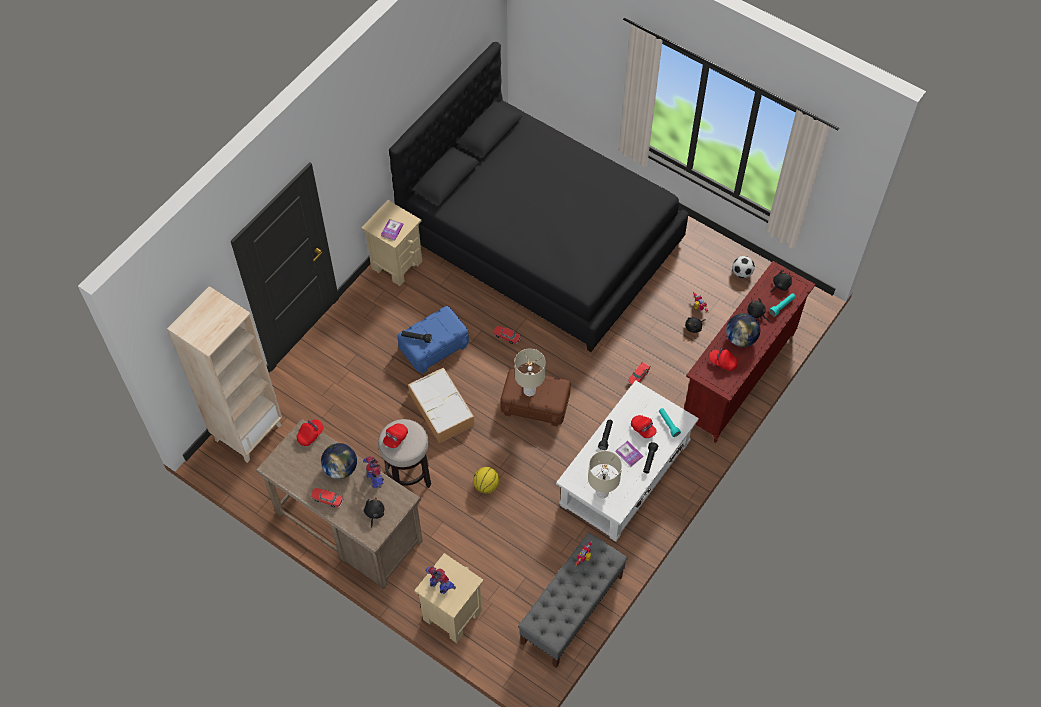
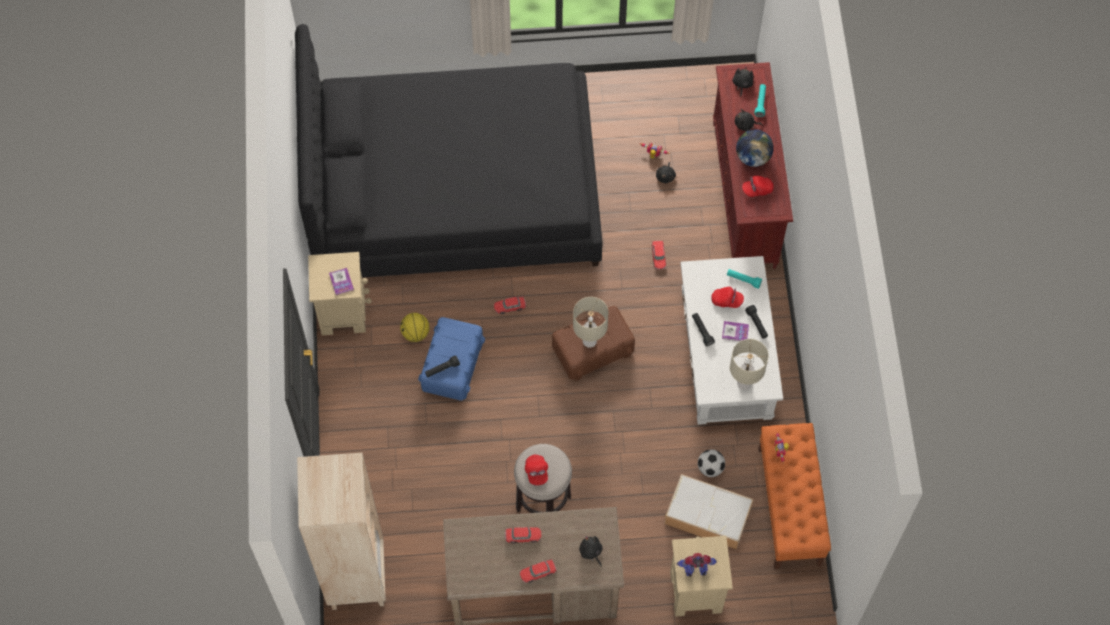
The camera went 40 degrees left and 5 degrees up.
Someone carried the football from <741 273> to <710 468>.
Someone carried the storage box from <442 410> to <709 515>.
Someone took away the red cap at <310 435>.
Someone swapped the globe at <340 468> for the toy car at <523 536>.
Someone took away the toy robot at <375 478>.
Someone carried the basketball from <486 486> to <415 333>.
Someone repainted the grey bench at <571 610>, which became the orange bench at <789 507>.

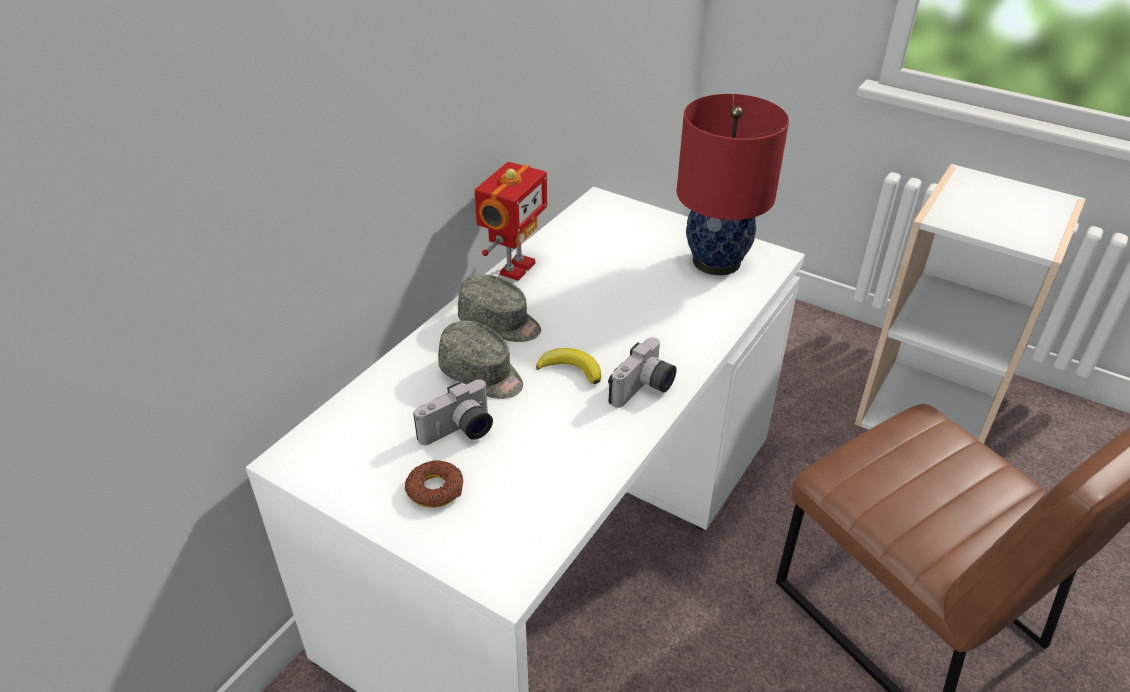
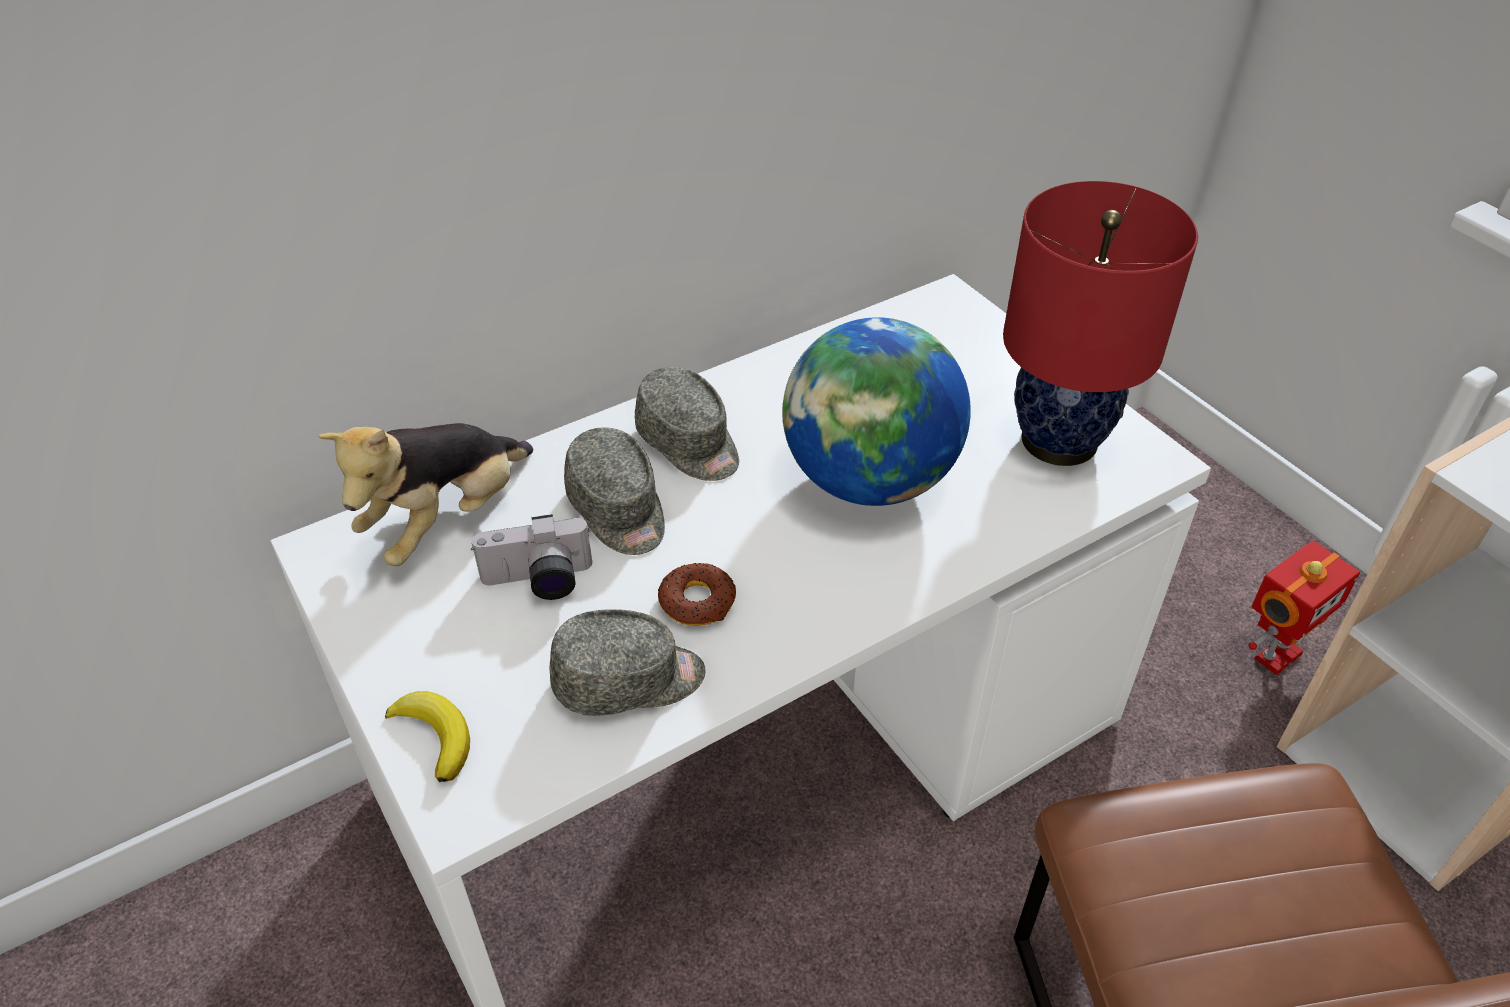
The camera went 25 degrees right and 5 degrees up.
Someone carried the toy robot from <515 268> to <1274 654>.
Someone took away the photo camera at <644 390>.
Someone carried the banana from <571 369> to <435 736>.
Someone carried the donut from <435 489> to <697 601>.
Someone put down the globe at <869 481>.
Someone put down the plush toy at <447 520>.
Someone put down the grey cap at <629 680>.

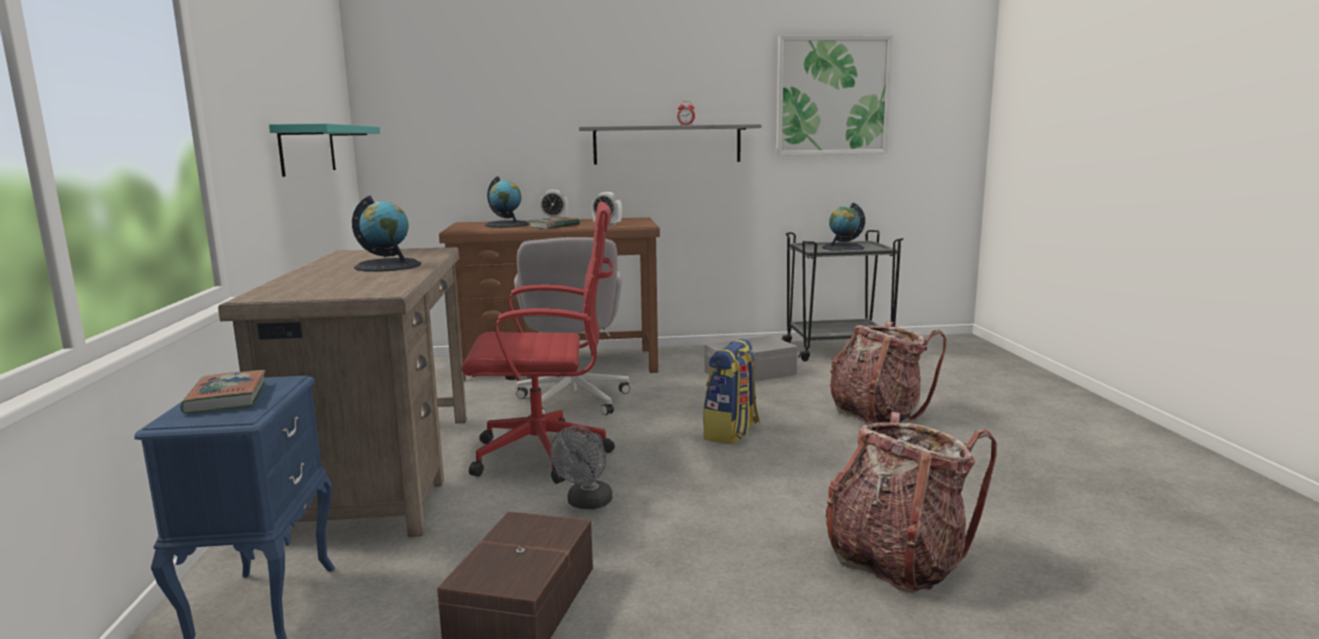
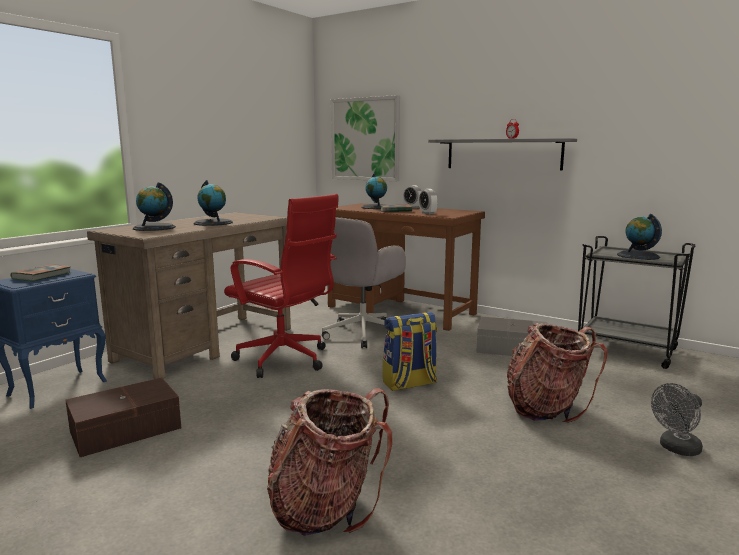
The camera went 40 degrees right and 0 degrees up.
Someone carried the picture from <833 96> to <365 139>.
Someone took away the turquoise shelf at <308 149>.
Someone carried the grey fan from <586 504> to <676 449>.
Someone put down the globe at <154 227>.

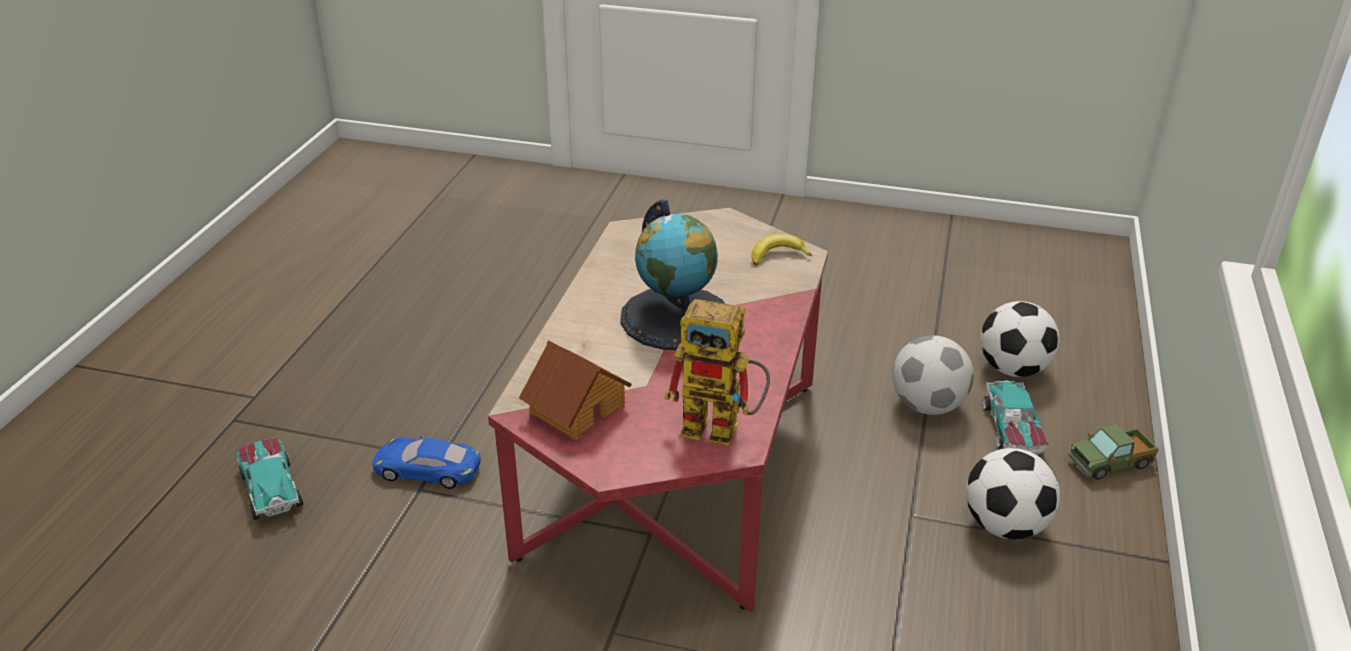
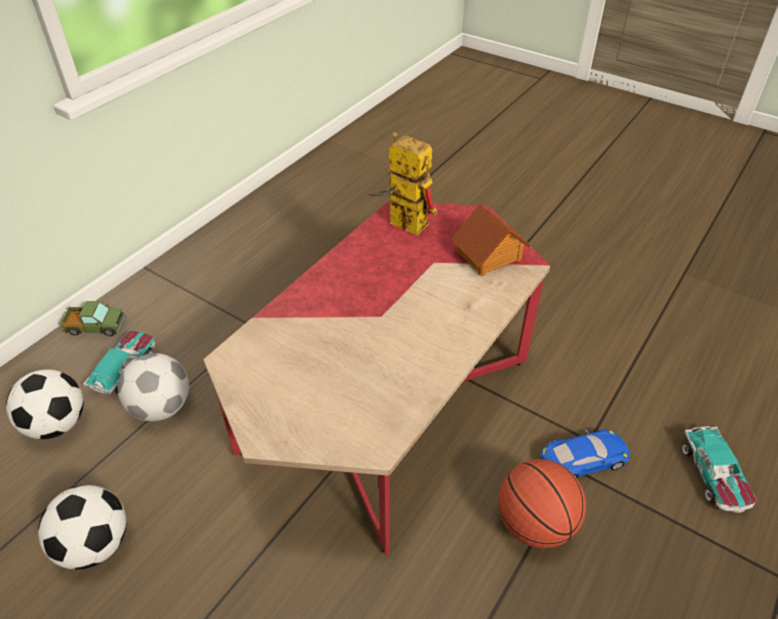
The camera went 160 degrees left and 10 degrees up.
Someone took away the globe at <676 317>.
Someone took away the banana at <778 255>.
Someone rotated the blue toy car at <427 469> by 45 degrees counterclockwise.
Someone carried the football from <1005 526> to <95 545>.
Someone put down the basketball at <535 524>.

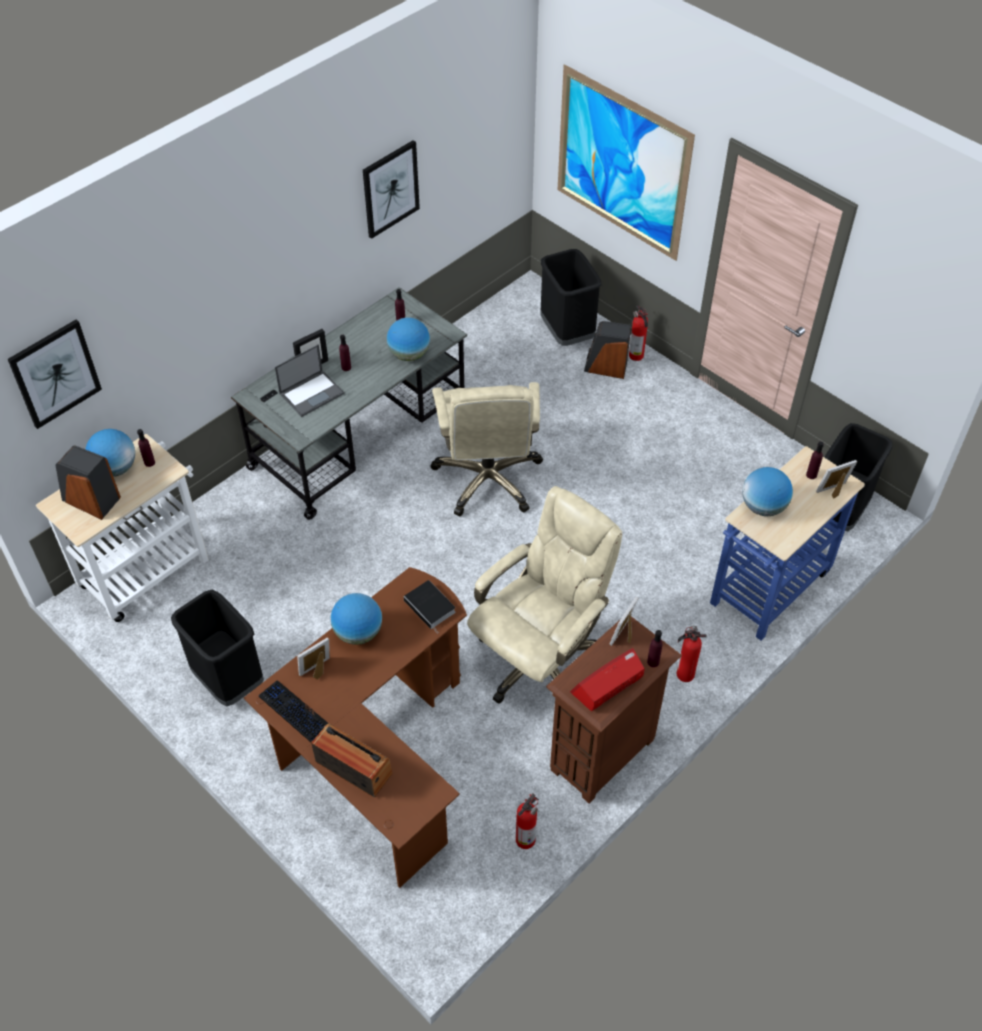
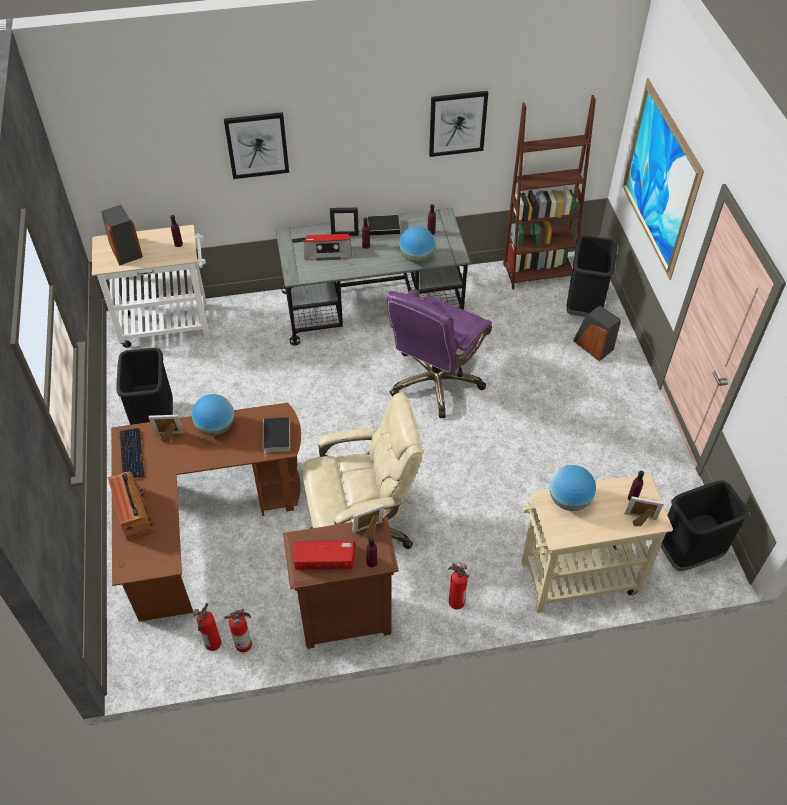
The camera went 35 degrees right and 0 degrees up.
Someone carried the fire extinguisher from <636 356> to <212 644>.
Someone carried the picture from <55 373> to <257 145>.
Someone swapped the laptop at <312 393> for the radio at <328 252>.
Someone repainted the beige office chair at <488 477>, which became the purple office chair at <436 380>.
Someone took away the globe at <115 468>.
Someone repainted the blue cart at <768 589>, which became the beige cart at <577 579>.
Someone put down the brown bookcase at <538 272>.
Someone put down the book at <385 227>.

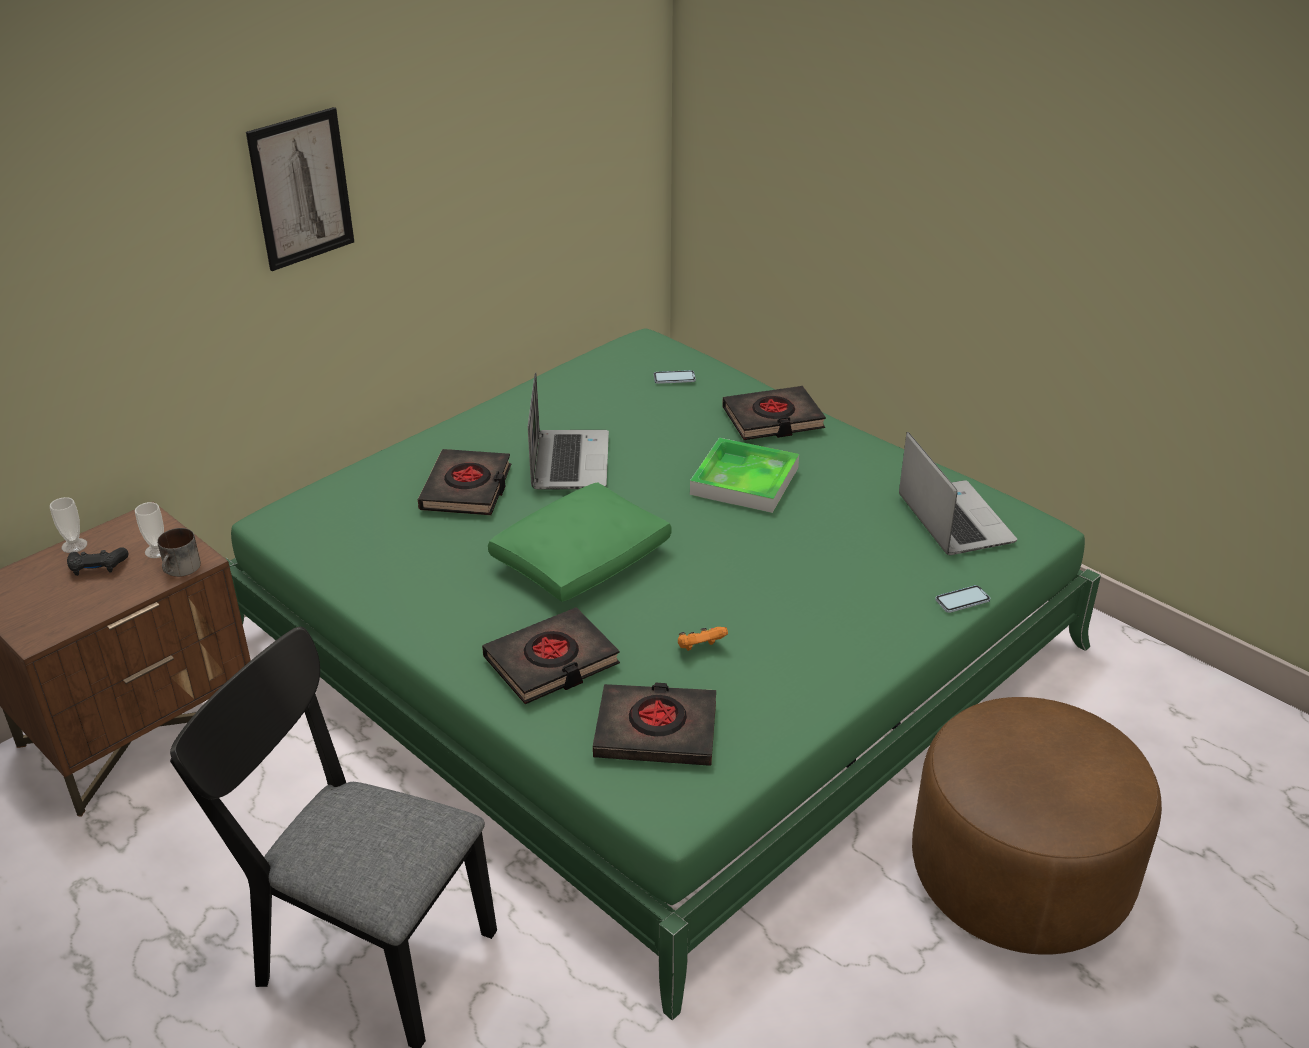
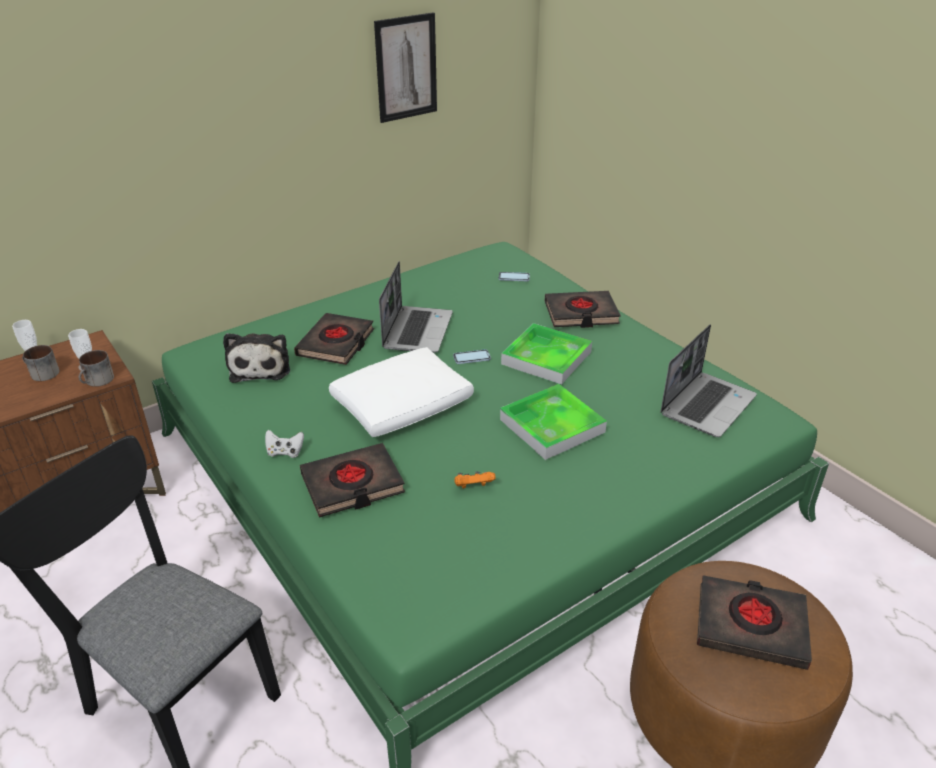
The camera went 10 degrees right and 0 degrees up.
Someone carried the picture from <301 189> to <406 68>.
Someone rotated the laptop at <952 520> by 45 degrees clockwise.
Someone repainted the green pillow at <582 559>, which became the white pillow at <403 405>.
Someone swapped the black game controller at <97 567> for the mug at <41 373>.
Someone carried the phone from <962 600> to <471 358>.
Someone carried the black book from <656 731> to <750 626>.
Someone put down the plush toy at <261 367>.
Someone put down the tray at <552 426>.
Someone put down the white game controller at <285 452>.

